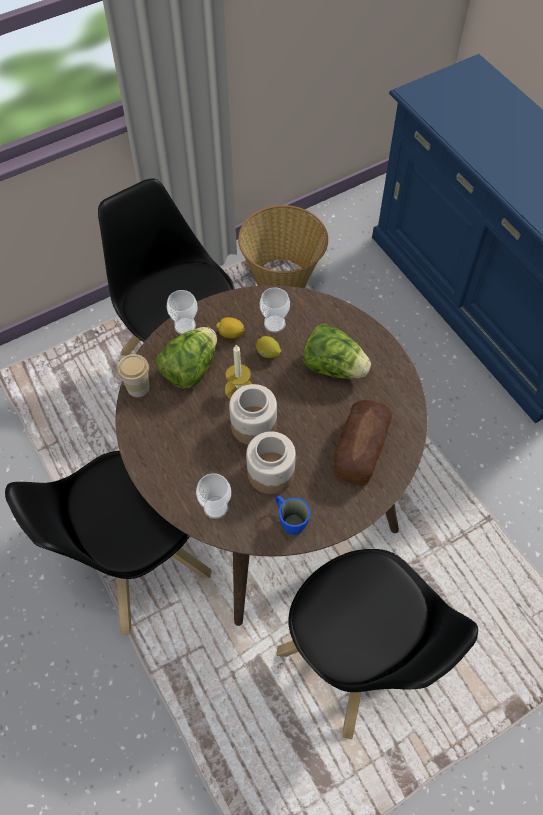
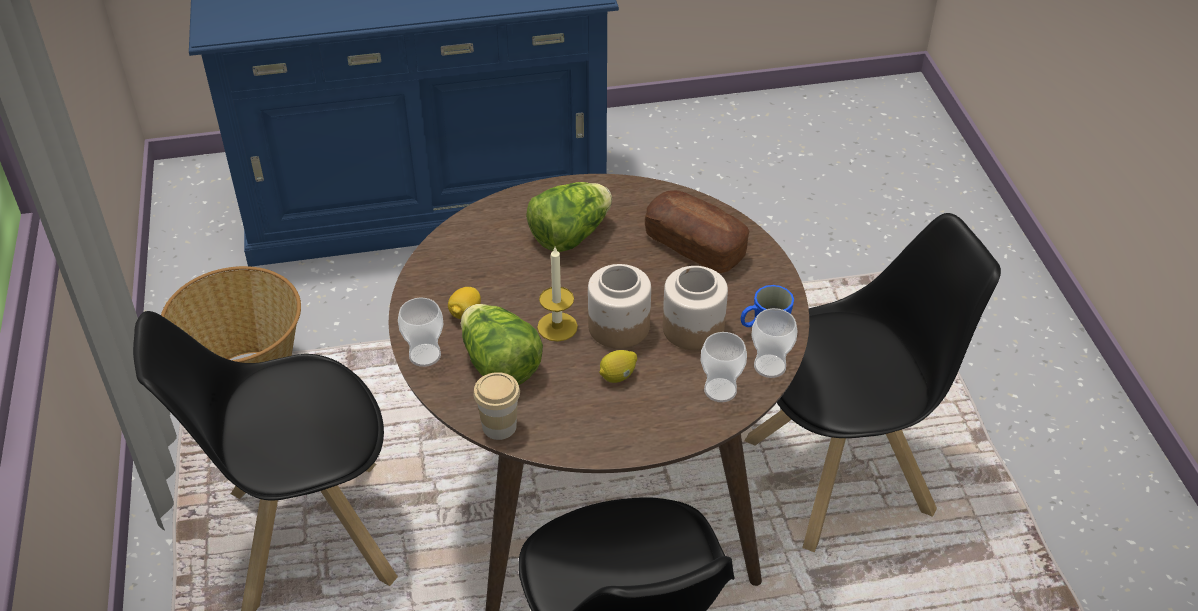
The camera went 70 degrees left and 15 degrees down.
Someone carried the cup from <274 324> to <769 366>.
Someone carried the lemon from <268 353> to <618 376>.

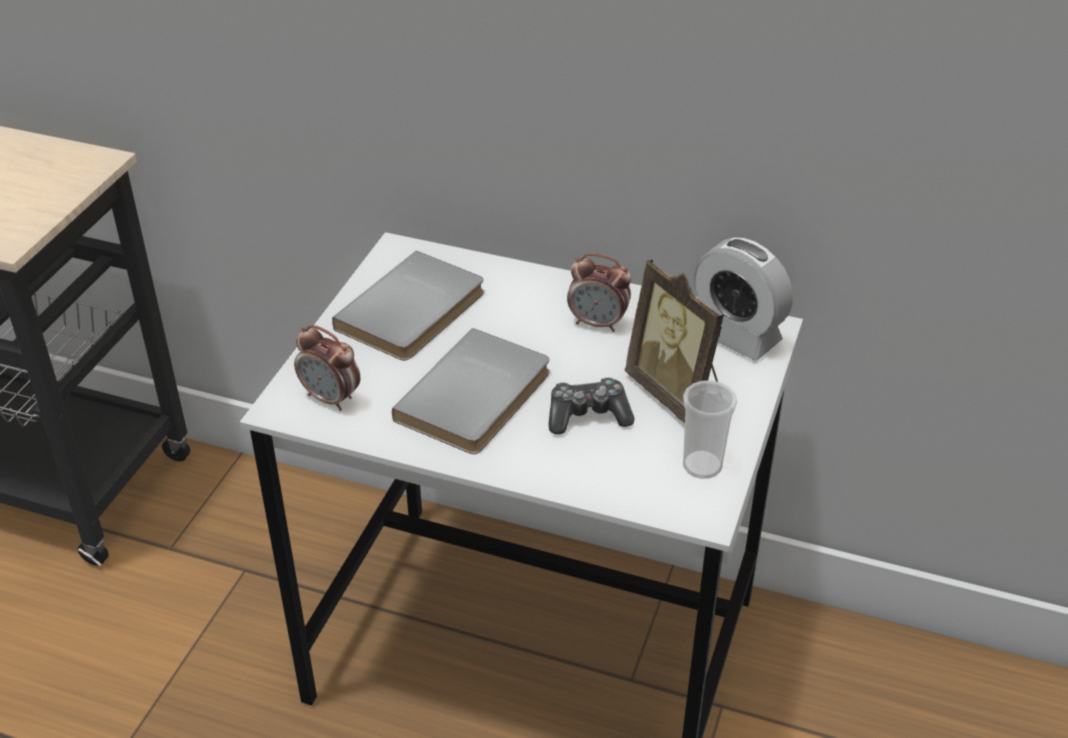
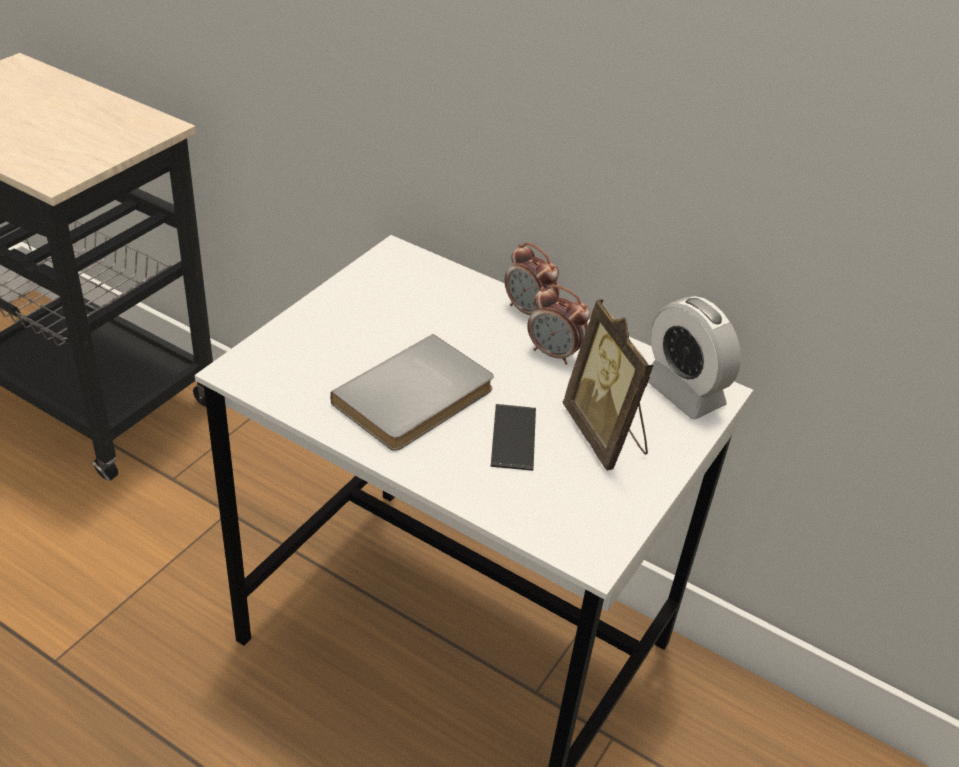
The camera went 10 degrees right and 0 degrees up.
Someone took away the grey book at <415 312>.
Someone carried the alarm clock from <331 399> to <528 311>.
Someone swapped the game controller at <588 415> for the phone at <513 437>.
Someone took away the cup at <702 465>.

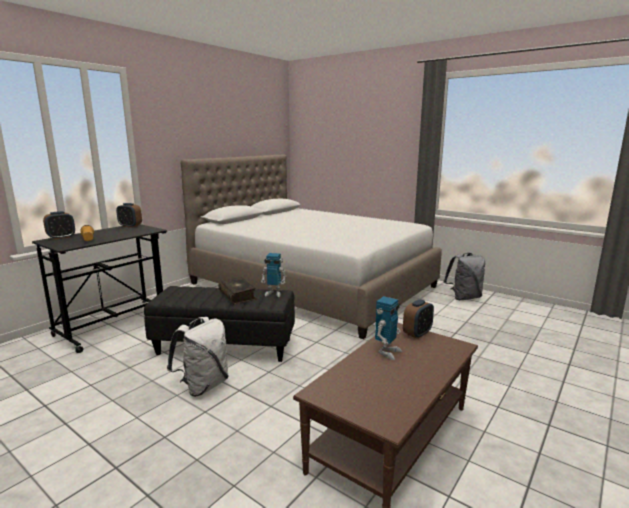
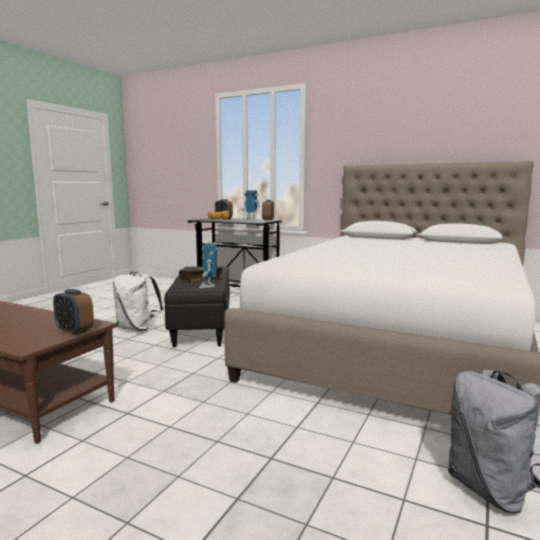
The camera went 80 degrees right and 5 degrees down.
Someone carried the toy robot from <387 352> to <251 219>.

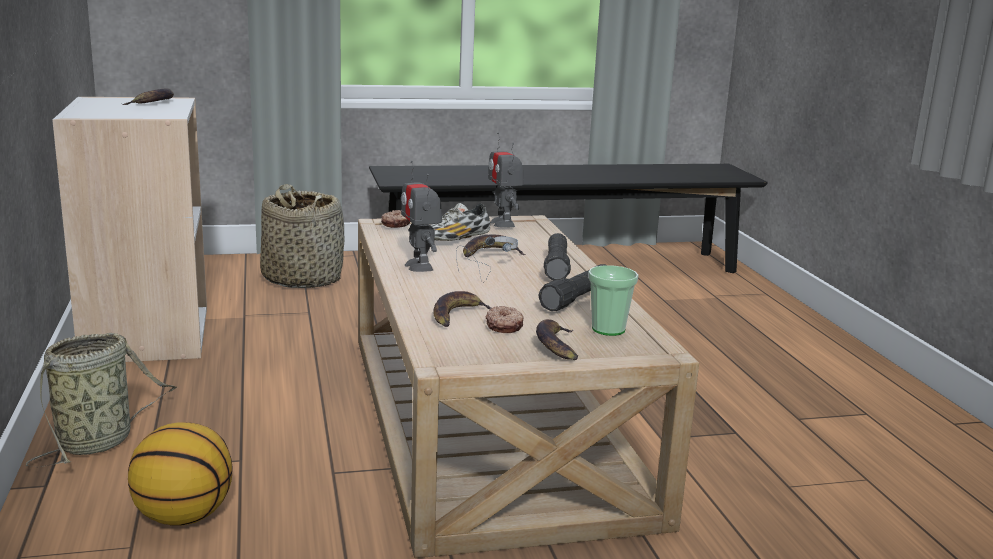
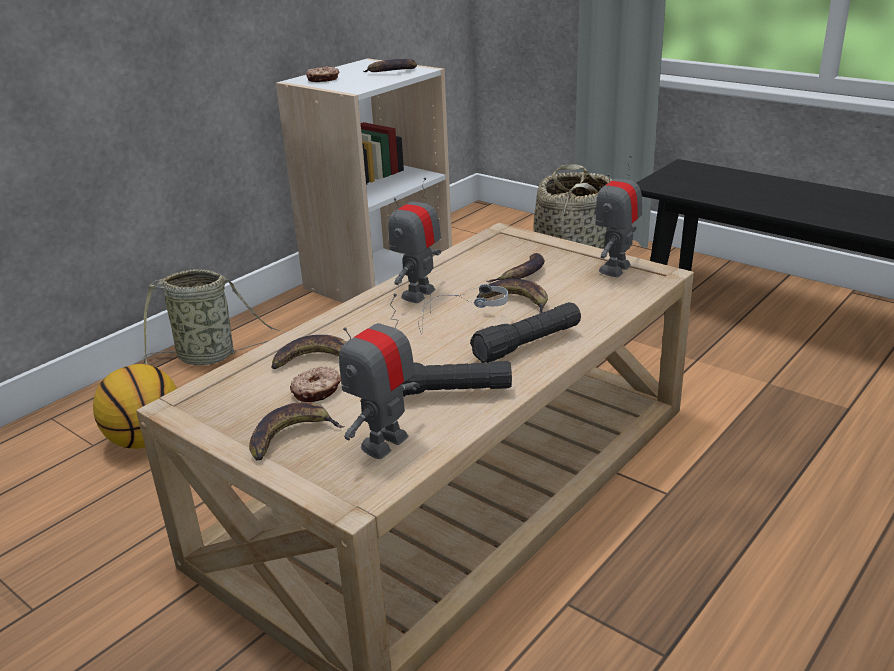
The camera went 55 degrees right and 10 degrees up.
Someone swapped the shoe at <455 240> for the banana at <522 274>.
Someone carried the donut from <397 224> to <323 80>.
Someone swapped the cup at <608 329> for the toy robot at <384 443>.

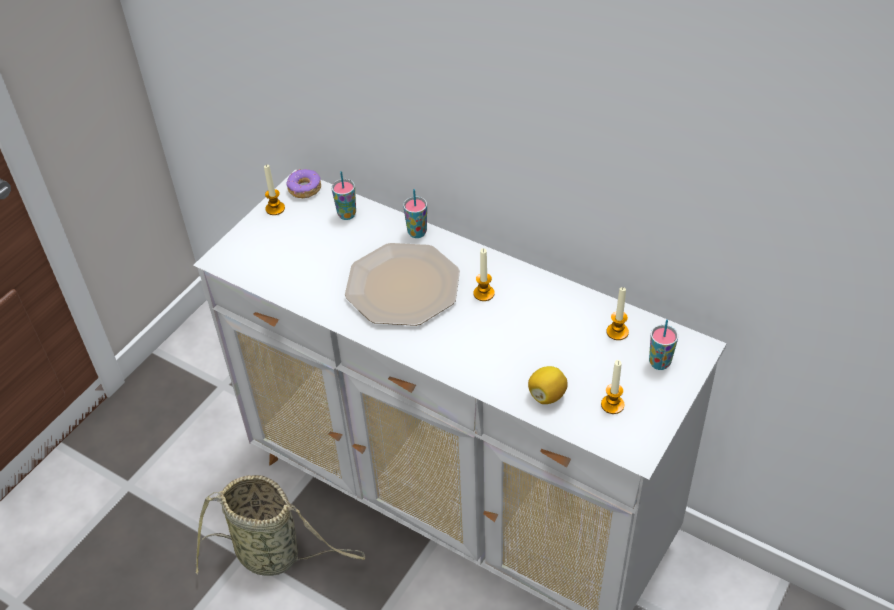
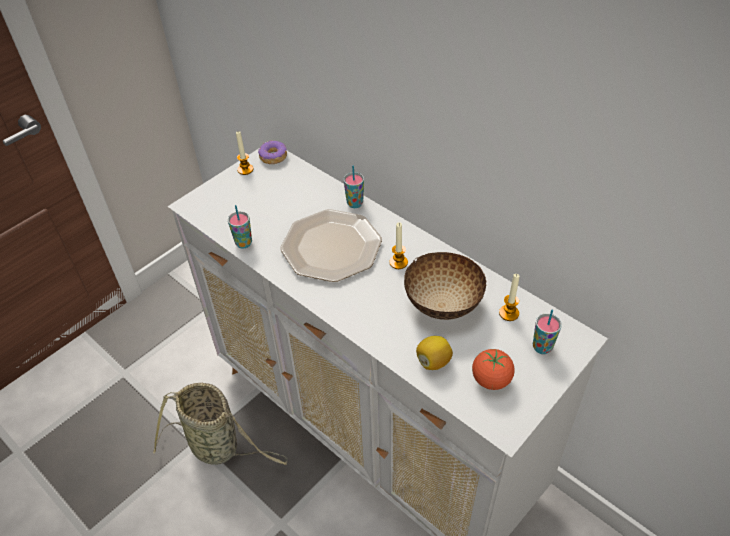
The camera went 10 degrees right and 0 degrees up.
Someone carried the cup from <347 214> to <244 243>.
Someone swapped the candle at <612 405> for the tomato at <491 380>.
Someone put down the bowl at <444 304>.

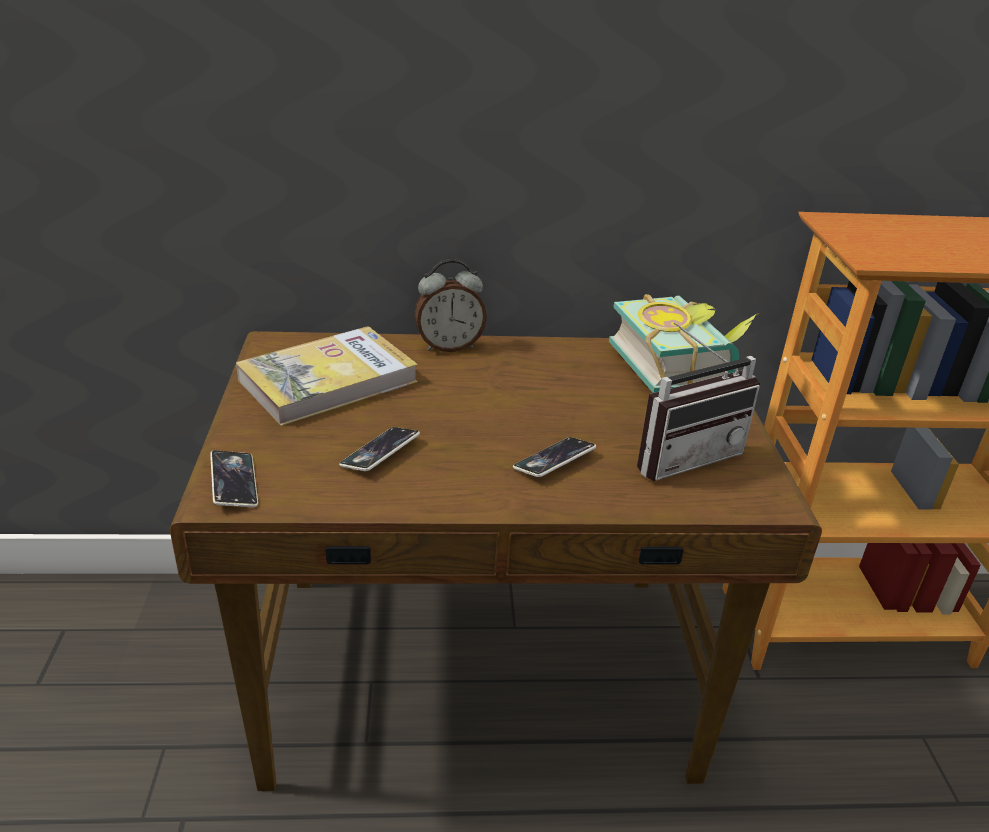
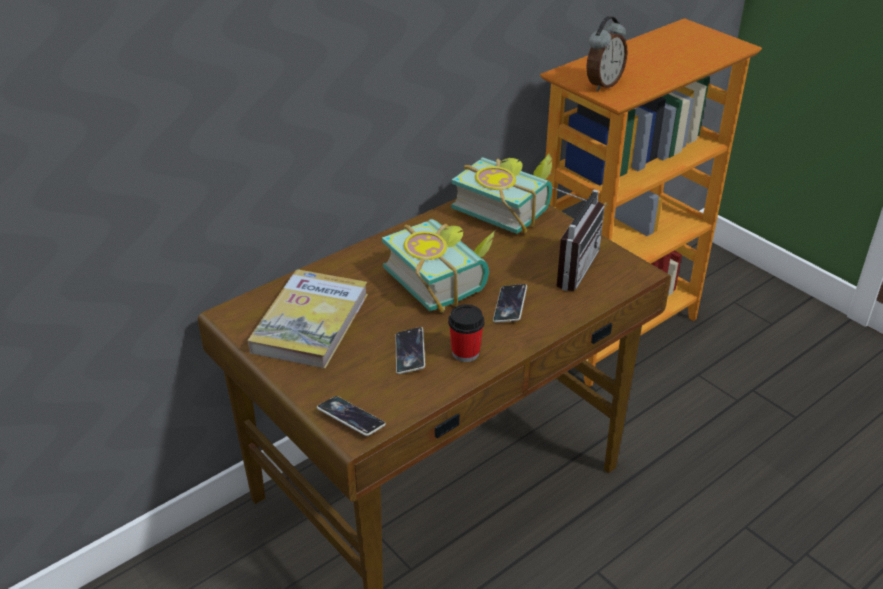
The camera went 35 degrees left and 5 degrees up.
Someone carried the alarm clock from <449 346> to <602 84>.
Someone put down the book at <444 279>.
Someone put down the cup at <465 353>.

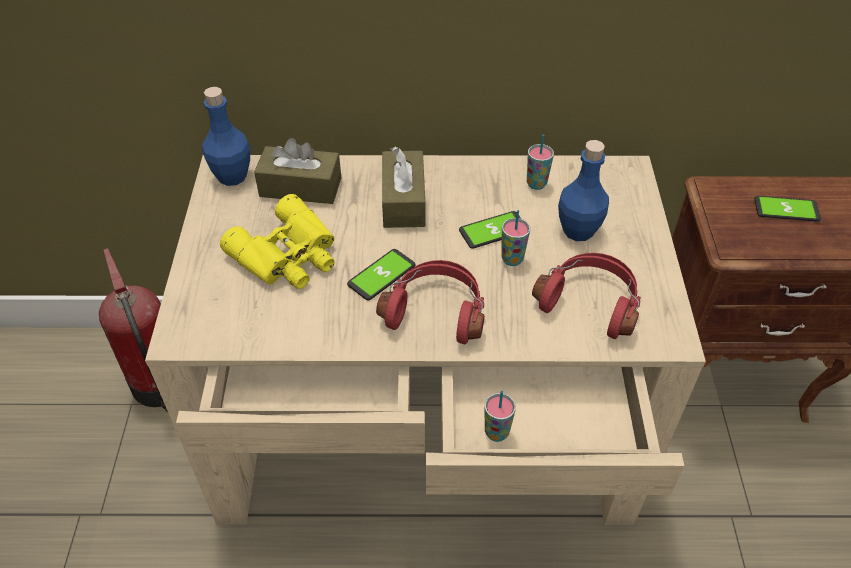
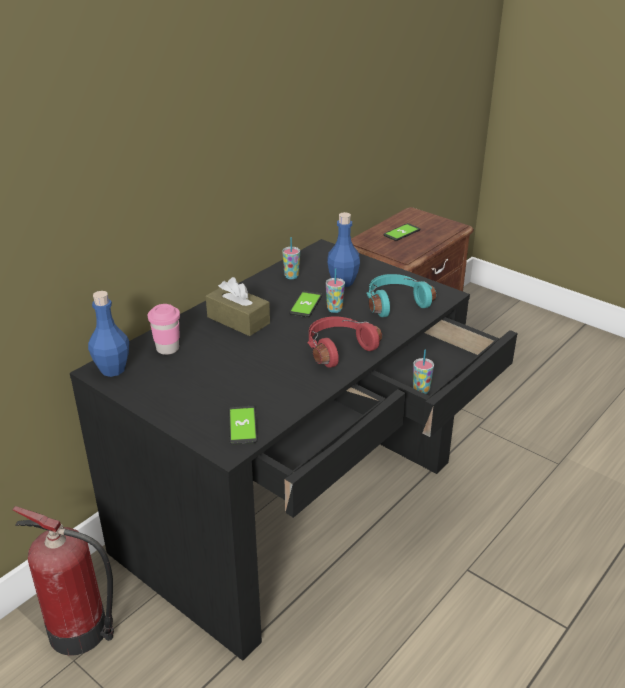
The camera went 50 degrees left and 15 degrees down.
Someone swapped the brown tissue box at <300 187> for the pink cup at <167 349>.
Someone repainted the beige desk at <429 443>, which became the black desk at <305 512>.
Someone took away the yellow binoculars at <289 256>.
Someone carried the phone from <381 275> to <242 426>.
Someone repainted the red headphones at <590 302>, which became the turquoise headphones at <395 303>.

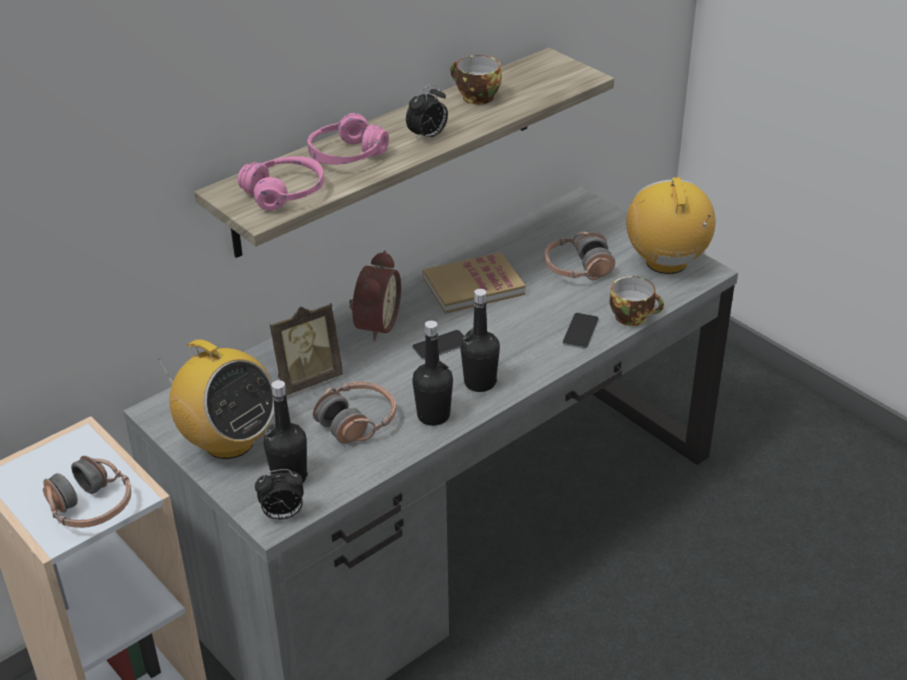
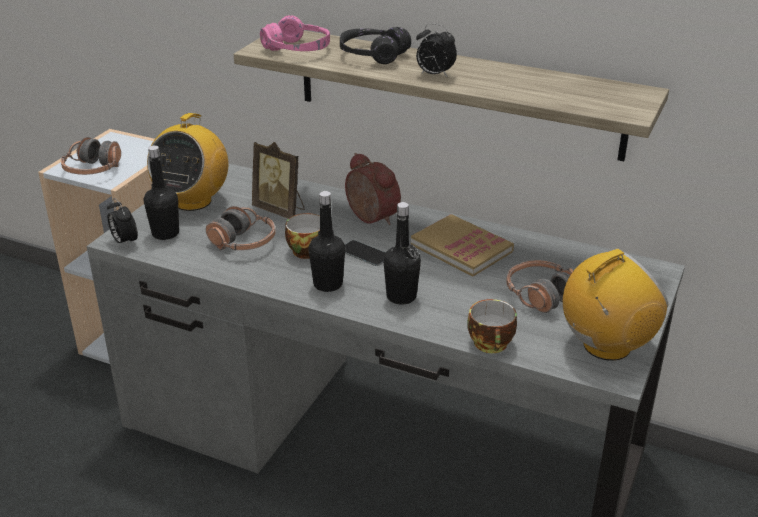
The camera went 65 degrees right and 5 degrees down.
Someone carried the cup from <475 97> to <306 250>.
Someone repainted the pink headphones at <346 155>, which became the black headphones at <373 55>.
Someone rotated the alarm clock at <374 324> by 120 degrees counterclockwise.
Someone took away the phone at <580 331>.
Someone carried the black bottle from <433 416> to <401 296>.

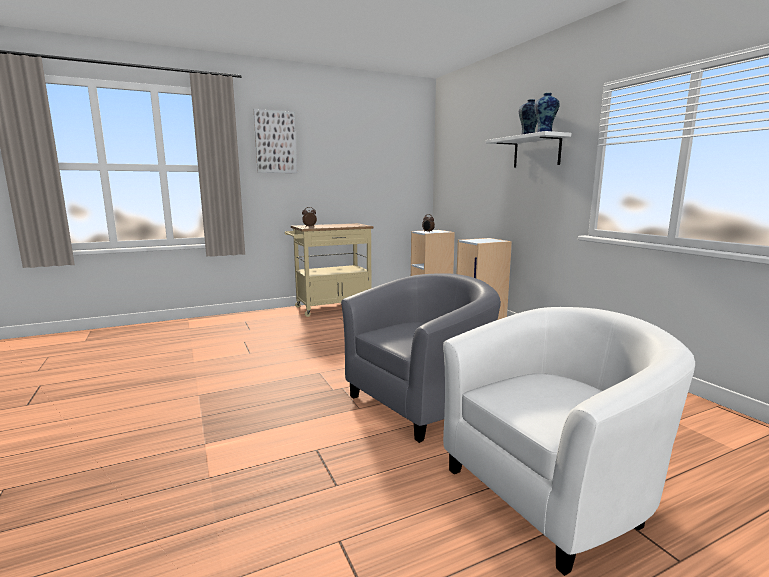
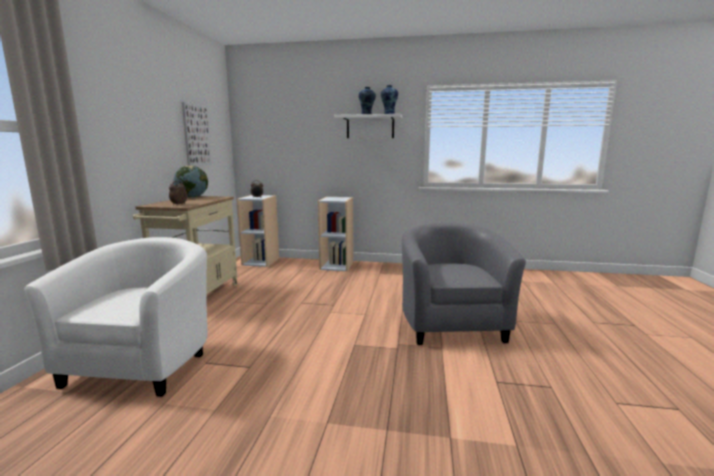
The camera went 55 degrees left and 0 degrees up.
Someone carried the picture from <275 142> to <196 135>.
Someone carried the white armchair from <552 490> to <145 362>.
Someone put down the globe at <192 197>.

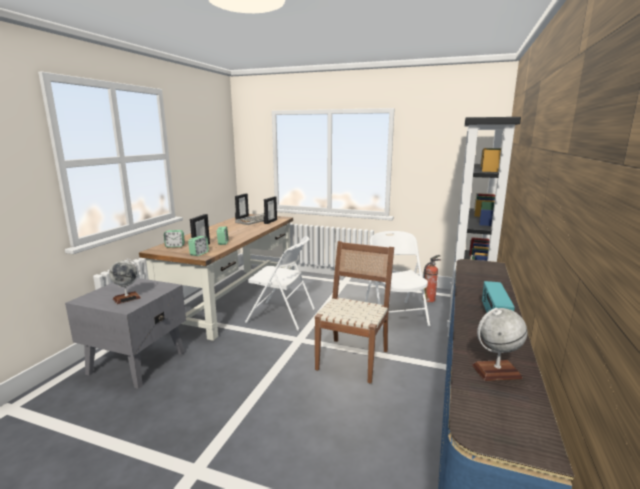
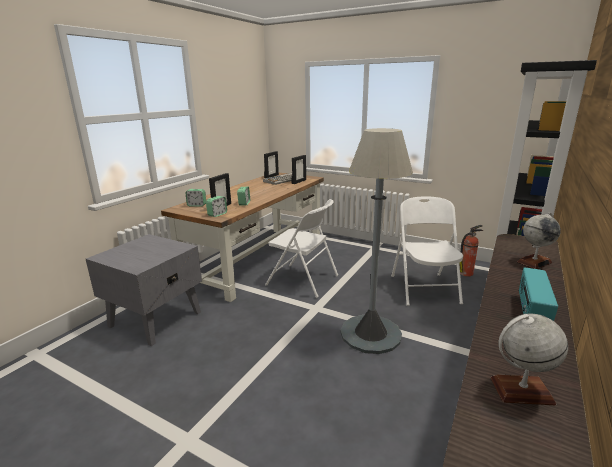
The camera went 10 degrees right and 5 degrees up.
Someone swapped the chair at <353 358> for the grey floor lamp at <370 334>.
Someone carried the globe from <127 298> to <534 262>.

